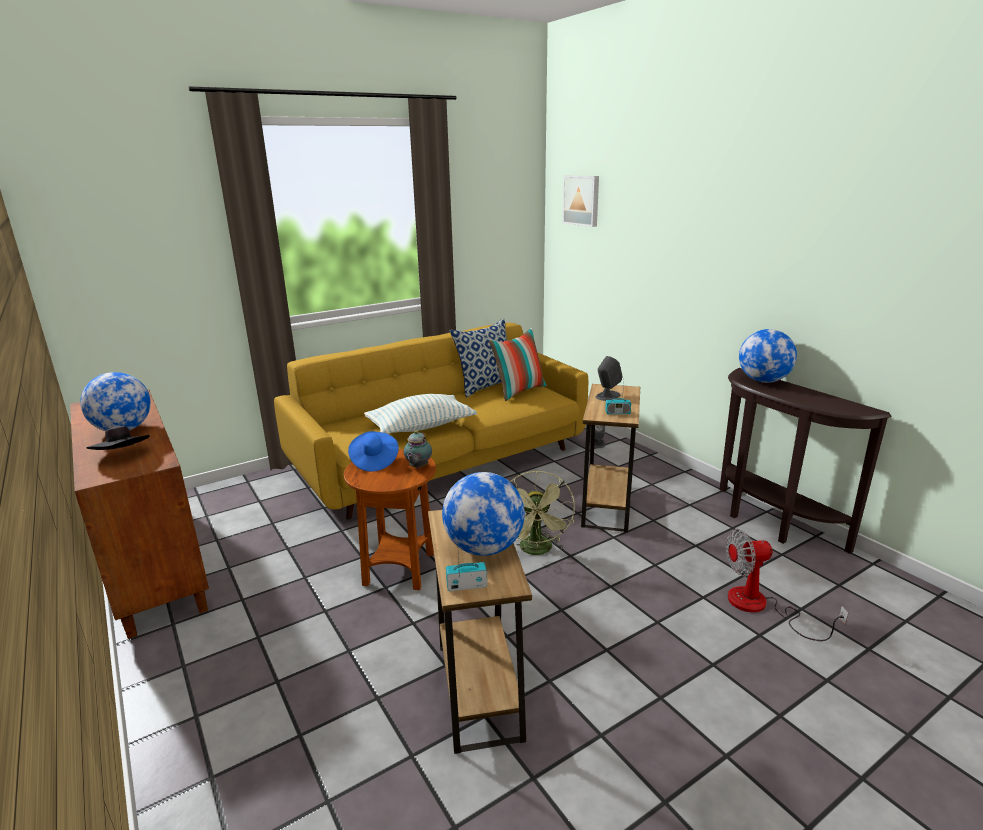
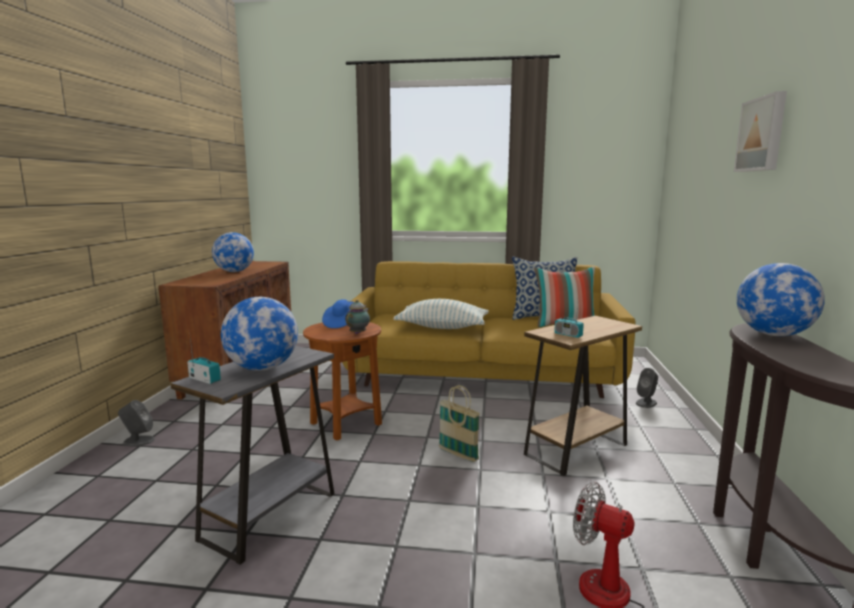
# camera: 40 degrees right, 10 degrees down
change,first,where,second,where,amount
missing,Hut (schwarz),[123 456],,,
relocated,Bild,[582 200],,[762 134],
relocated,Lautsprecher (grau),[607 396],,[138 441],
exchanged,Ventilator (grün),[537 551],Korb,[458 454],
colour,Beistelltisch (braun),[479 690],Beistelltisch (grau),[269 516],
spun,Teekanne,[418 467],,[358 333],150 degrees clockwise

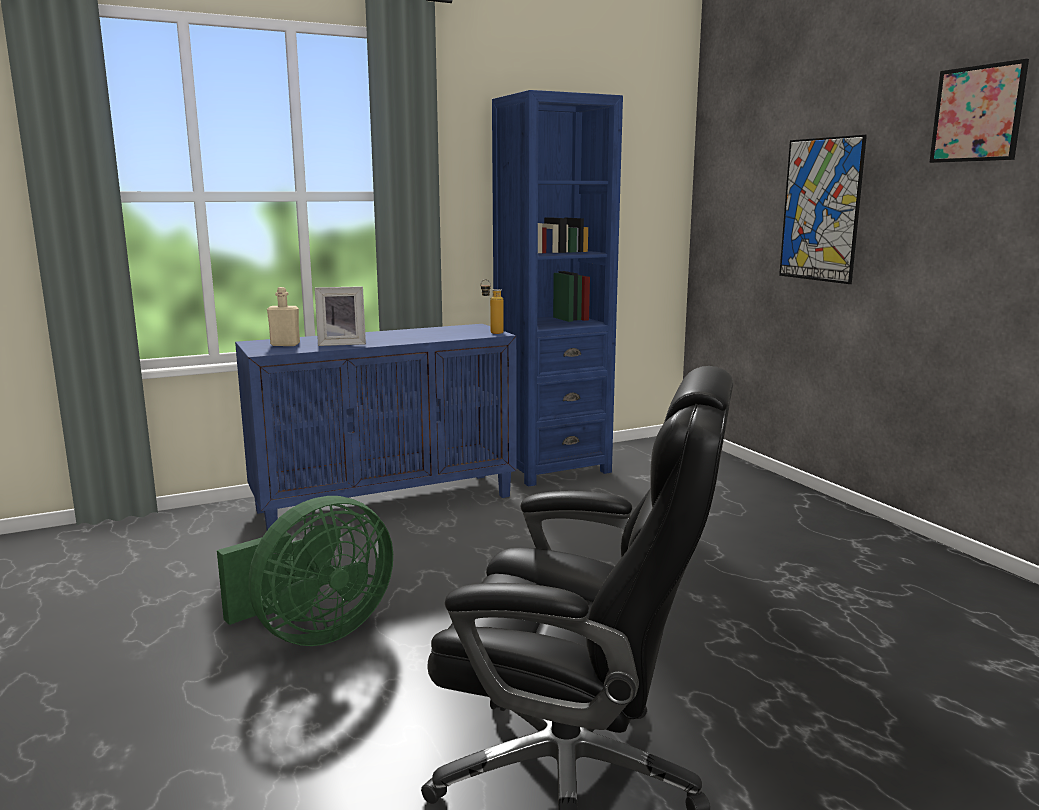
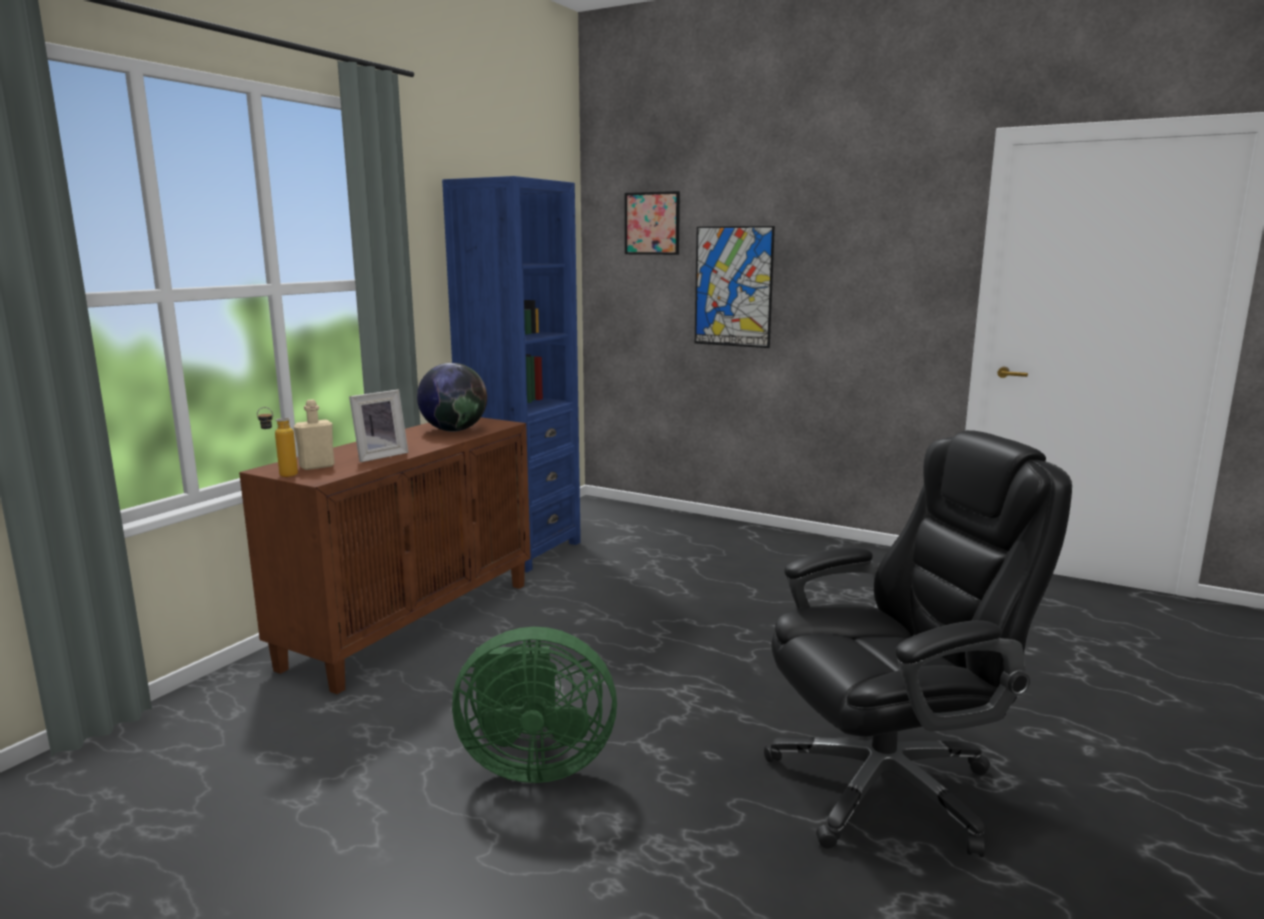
# camera: 35 degrees left, 0 degrees up
change,first,where,second,where,amount
appeared,,,Globus,[454 430],
relocated,Flasche,[492 332],,[281 475],
relocated,Bild,[977 114],,[652 223],
colour,Schrank (blau),[387 502],Schrank (braun),[412 622],
spun,Ventilator (grün),[313 632],,[533 764],75 degrees clockwise

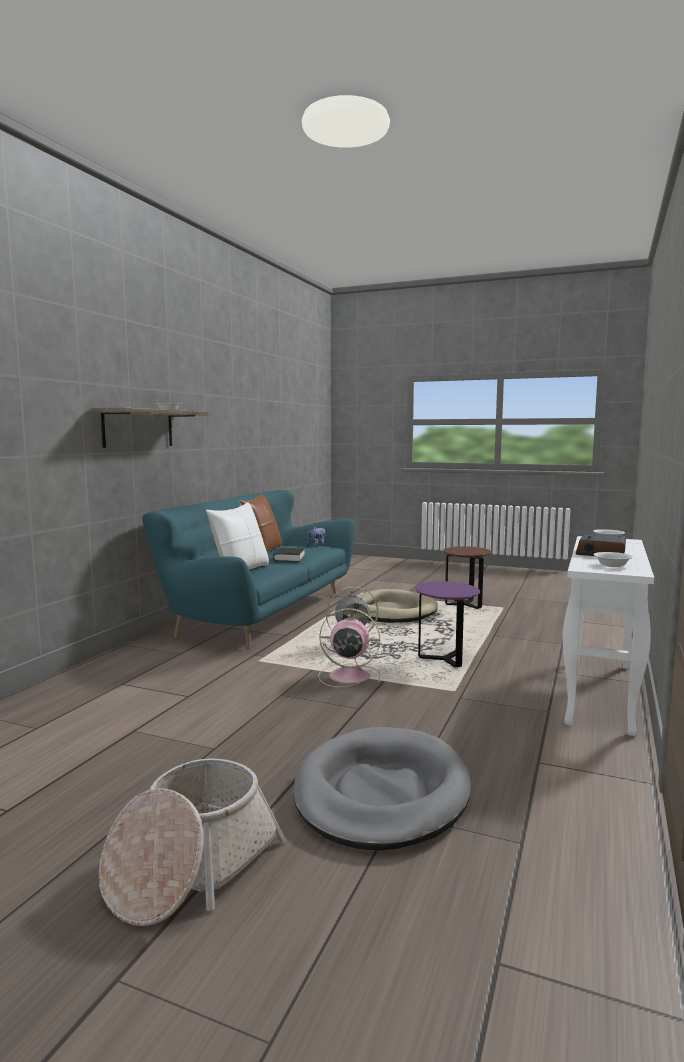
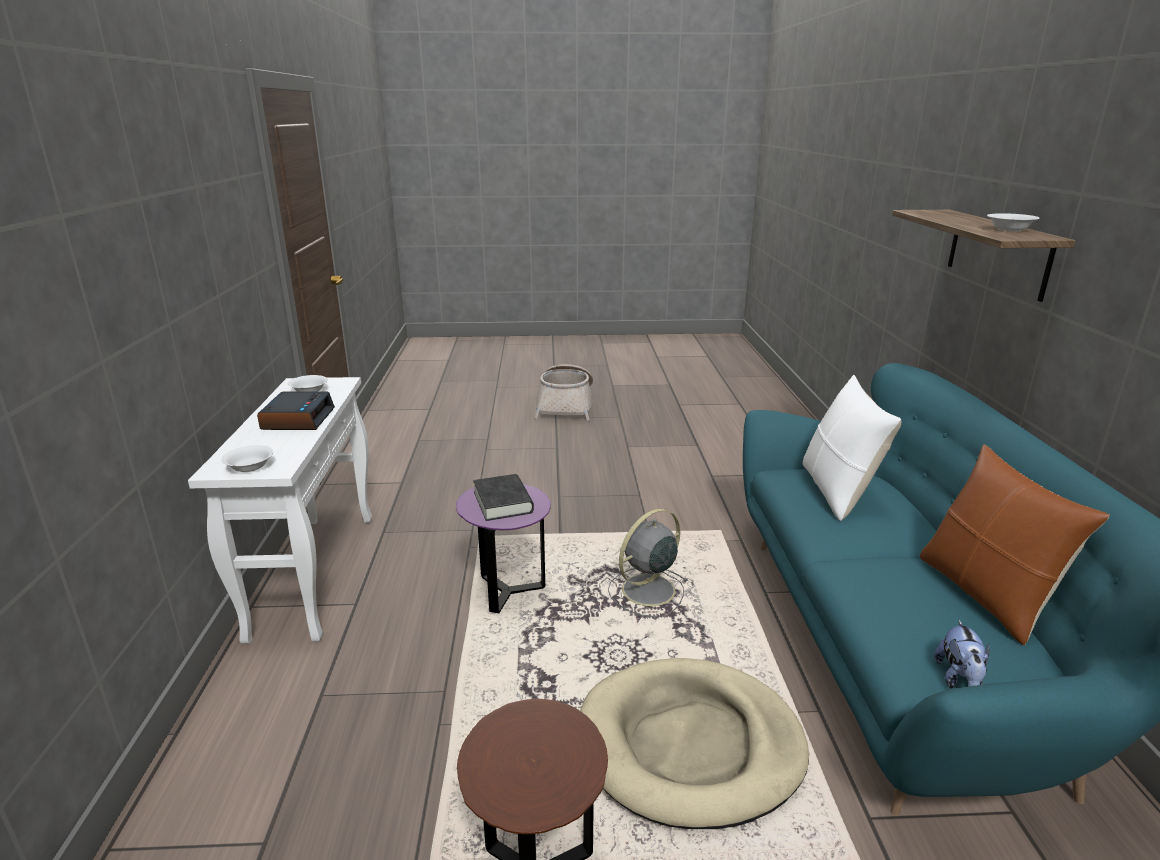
# camera: 155 degrees right, 15 degrees up
change,first,where,second,where,amount
missing,Hundebett (grau),[381 793],,,
missing,Ventilator (rosa),[347 675],,,
relocated,Buch (schwarz),[289 558],,[503 502],

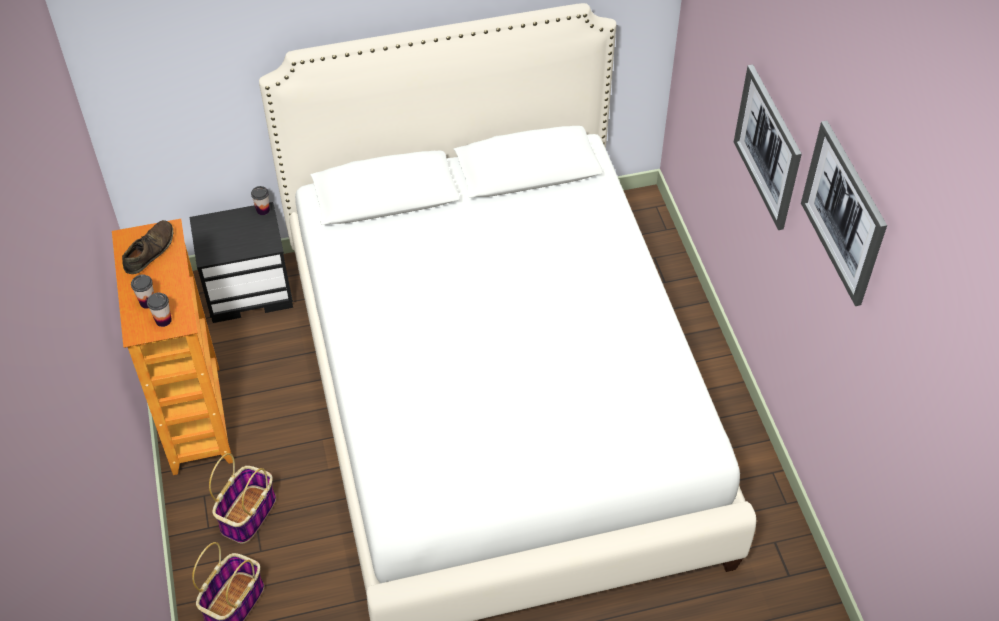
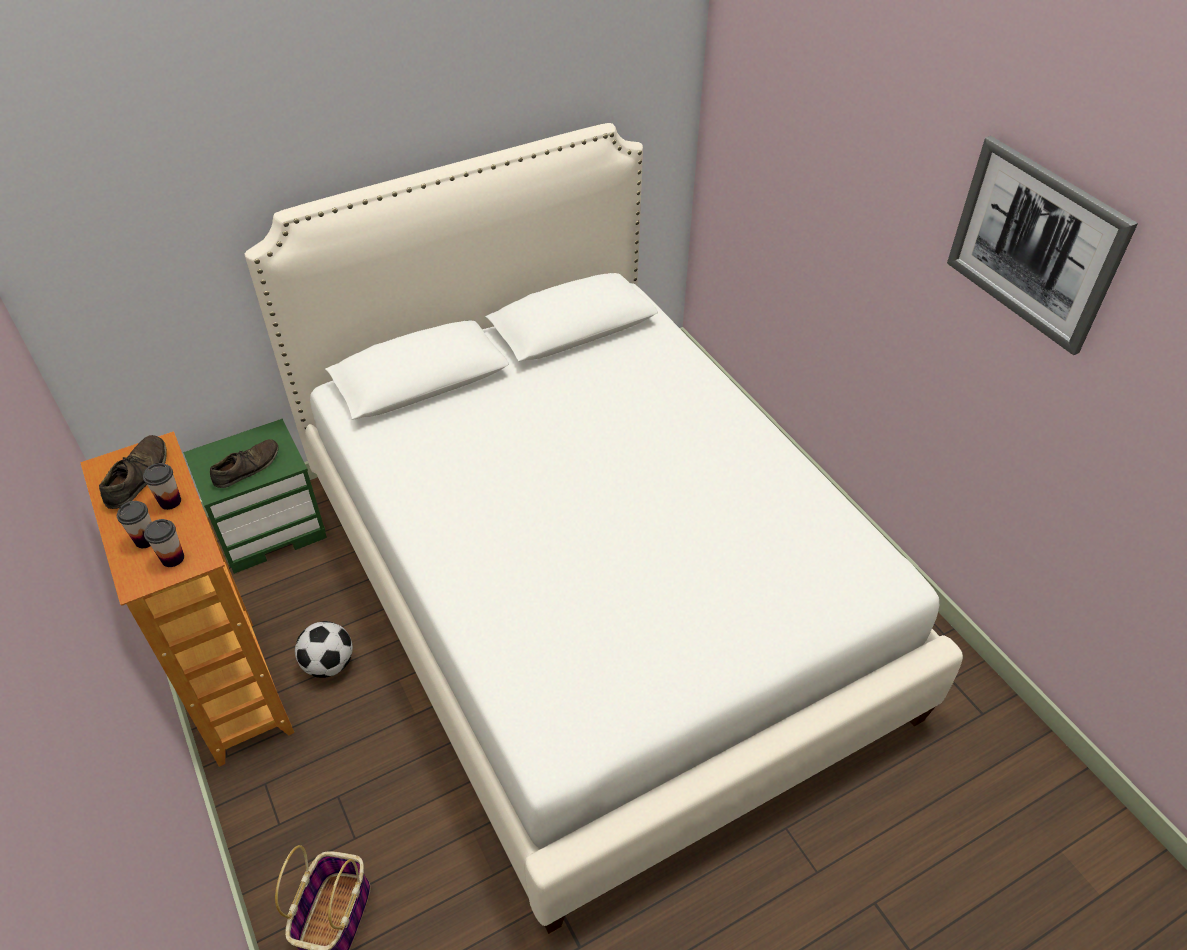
# camera: 15 degrees left, 5 degrees down
change,first,where,second,where,amount
missing,Korb,[248 513],,,
missing,Bild,[768 147],,,
appeared,,,Schuh (braun),[247 468],
appeared,,,Fußball,[329 664],
relocated,Tasse,[263 210],,[170 501],
colour,Nachttisch (schwarz),[249 289],Nachttisch (grün),[270 528],

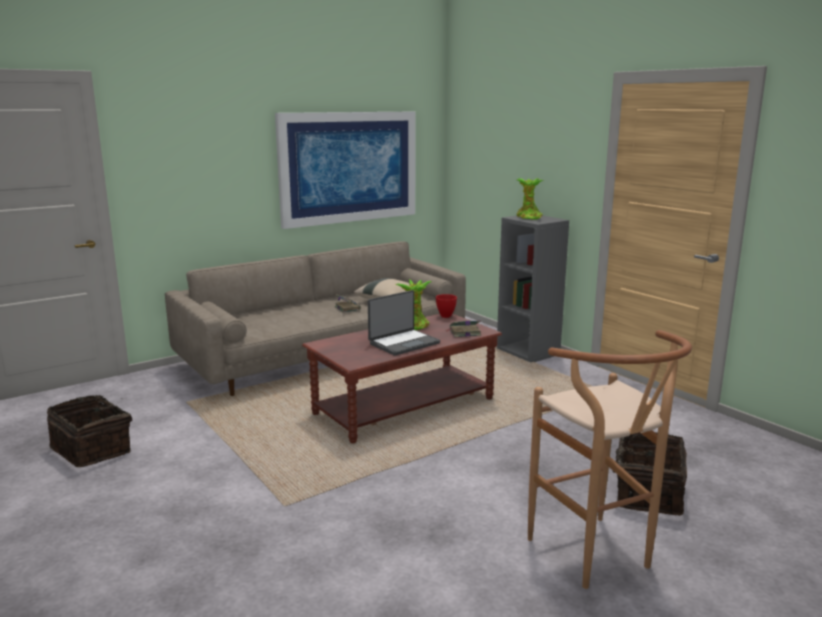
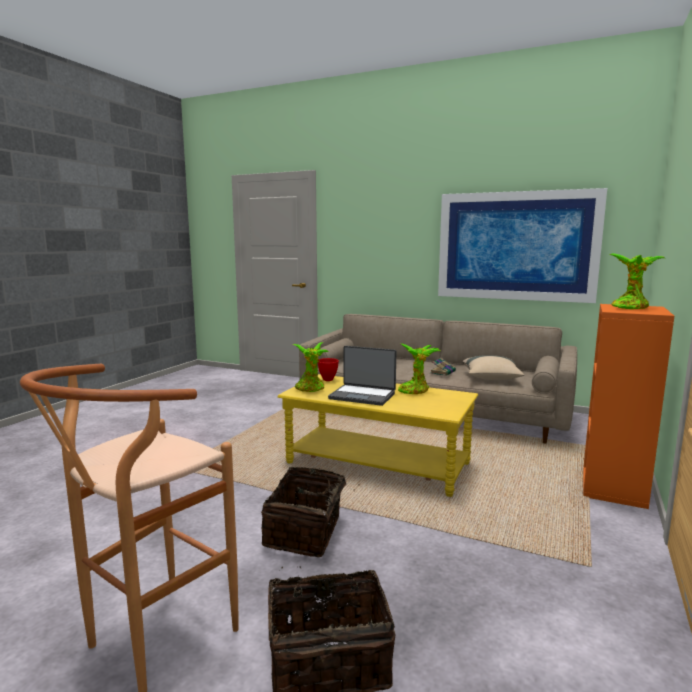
# camera: 60 degrees right, 5 degrees down
change,first,where,second,where,amount
missing,Buch,[464 332],,,
appeared,,,Topfpflanze,[310 389],
relocated,Korb,[93 449],,[306 532],
relocated,Schüssel (rot),[445 316],,[327 379],
colour,Couchtisch (braun),[405 406],Couchtisch (gelb),[377 464],
colour,Bücherregal (grau),[529 352],Bücherregal (orange),[614 488],

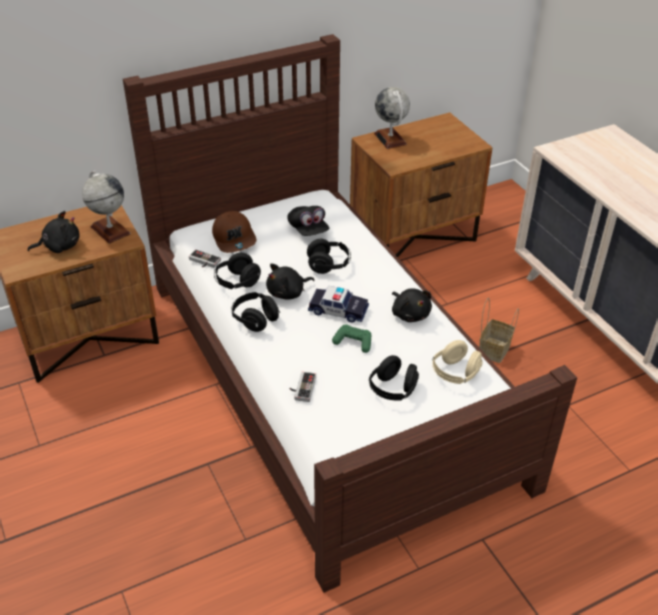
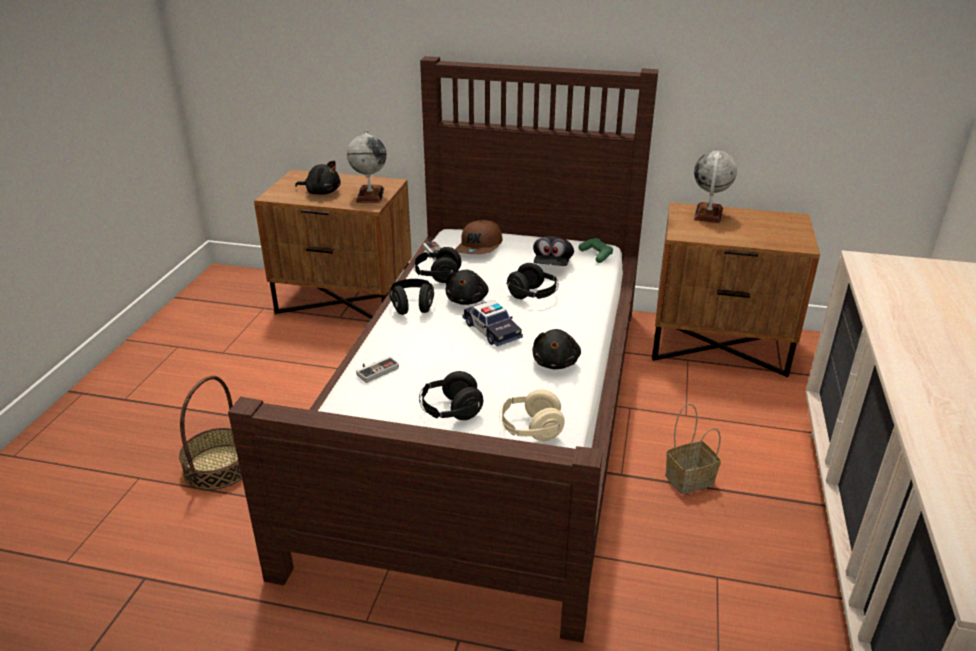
# camera: 40 degrees right, 10 degrees down
change,first,where,second,where,amount
appeared,,,Korb,[218 467],
relocated,Gamepad (grün),[353 342],,[596 255],
spun,Plüschtier (schwarz),[288 293],,[467 300],90 degrees counterclockwise

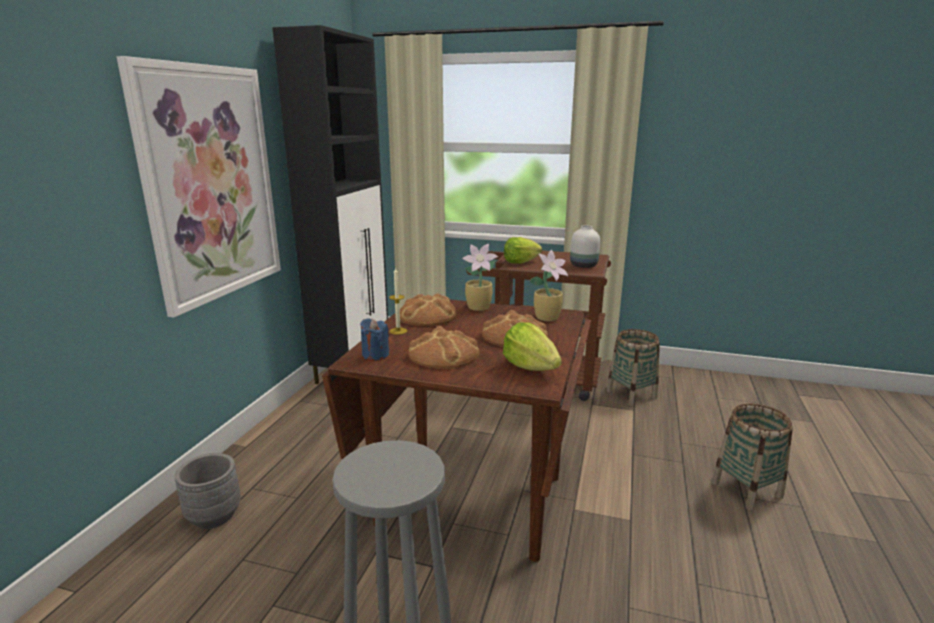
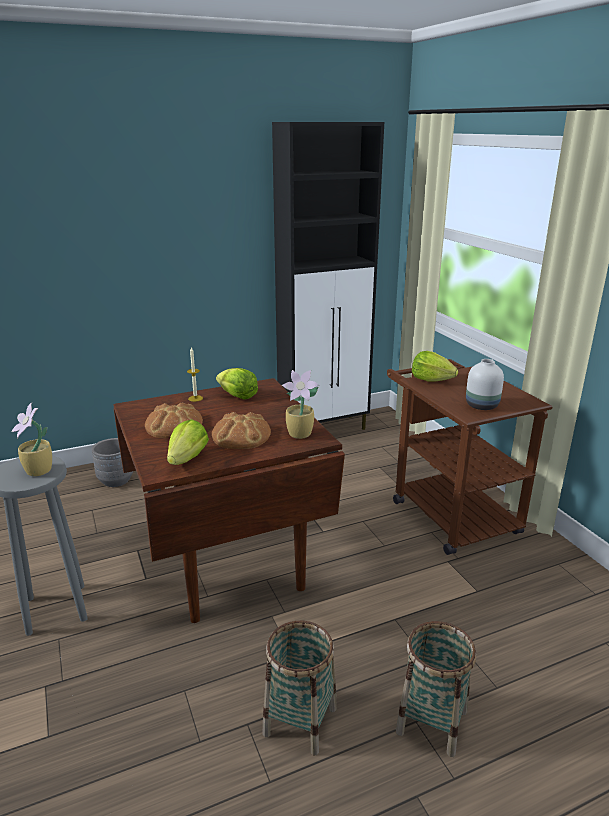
# camera: 50 degrees right, 5 degrees up
change,first,where,second,where,amount
missing,Bild,[211 184],,,
missing,Kerze (blau),[375 355],,,
relocated,Topfpflanze,[479 308],,[39 471],
relocated,Korb,[631 394],,[300 721],
exchanged,Brot,[428 316],Salatkopf,[237 396],

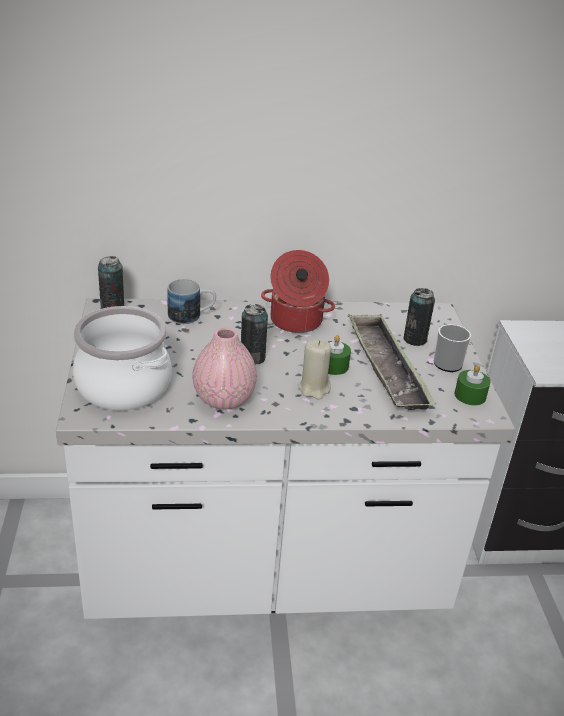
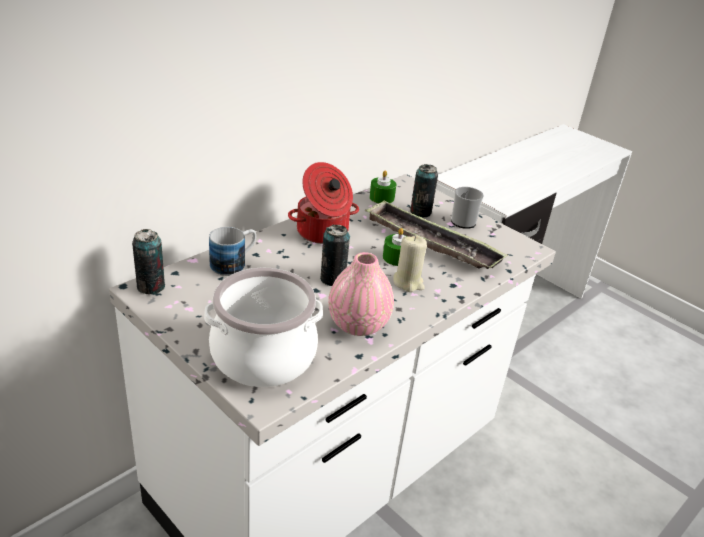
# camera: 40 degrees left, 0 degrees up
change,first,where,second,where,amount
relocated,Kerze (grün),[470 395],,[381 198],

